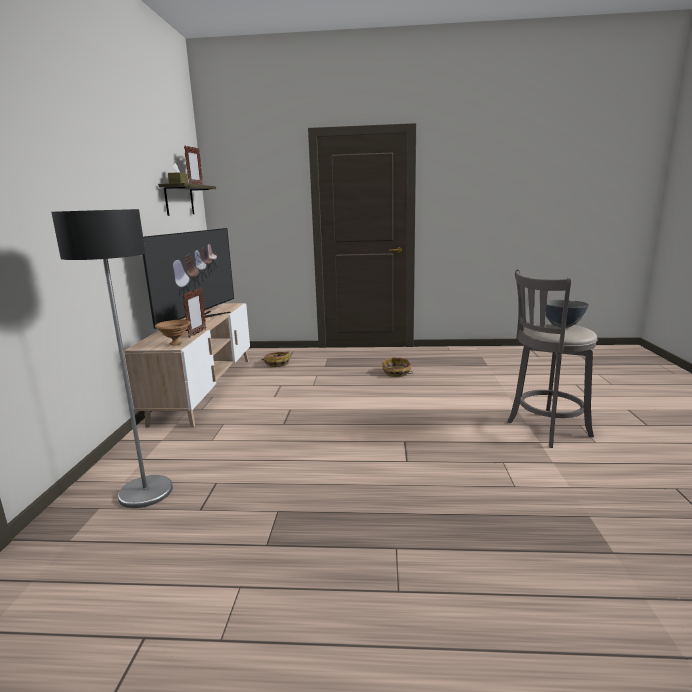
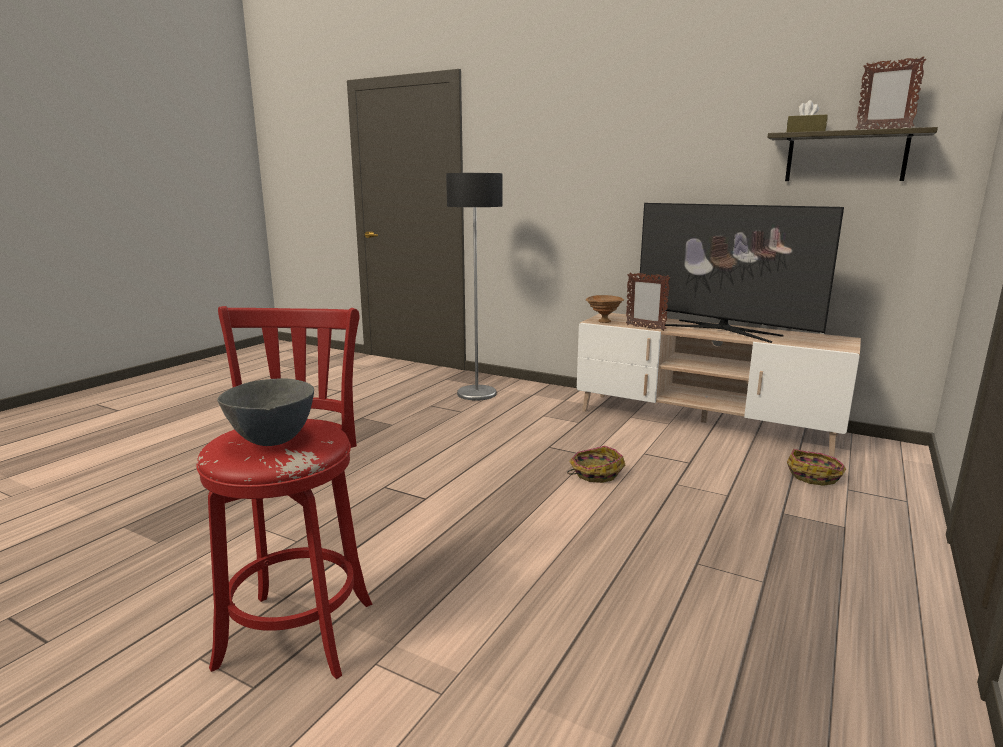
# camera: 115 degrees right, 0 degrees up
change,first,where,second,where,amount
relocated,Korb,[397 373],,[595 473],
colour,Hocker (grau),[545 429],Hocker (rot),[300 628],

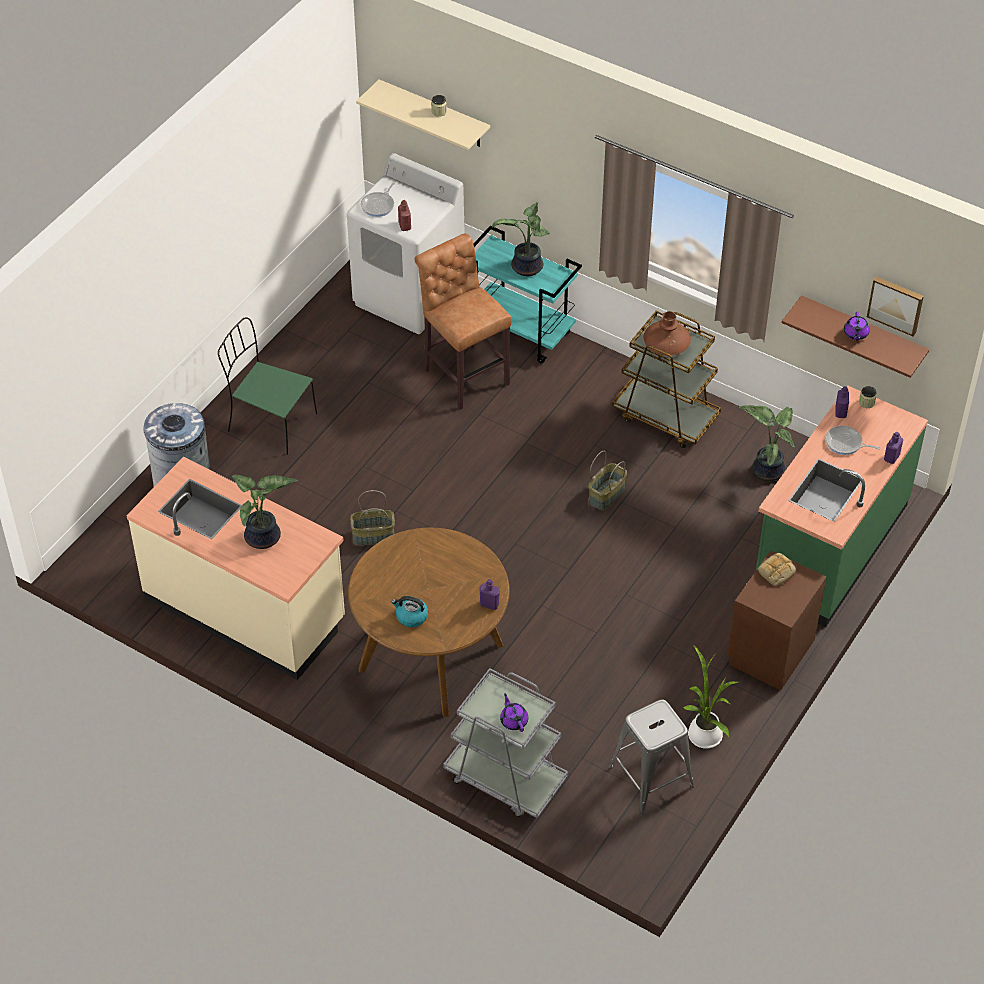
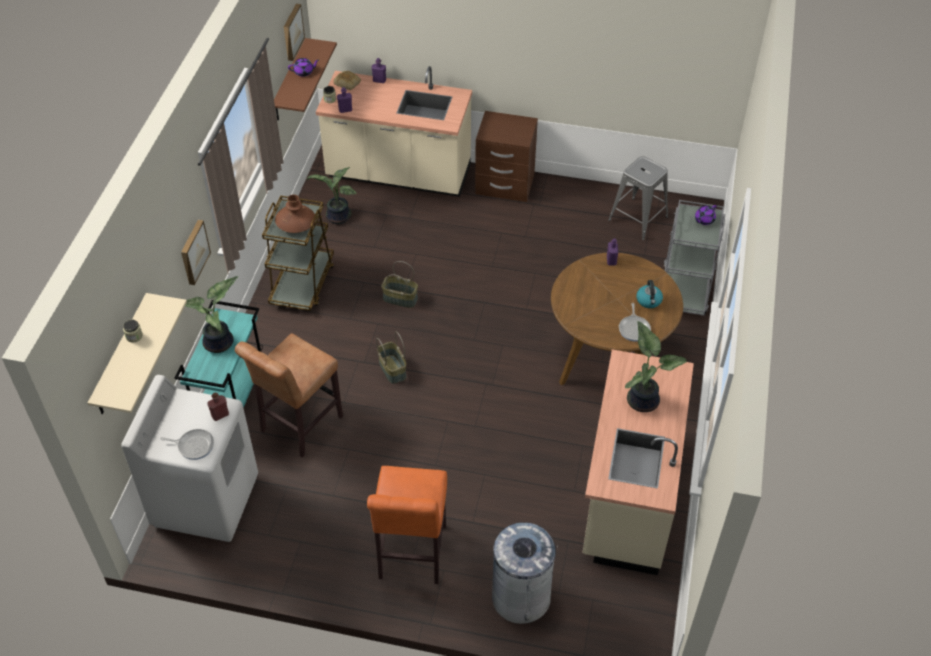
# camera: 110 degrees left, 0 degrees up
change,first,where,second,where,amount
missing,Topfpflanze,[704 733],,,
appeared,,,Bild,[193 252],
relocated,Korb,[373 536],,[393 369],
relocated,Brot,[776 572],,[348 82],
relocated,Pfanne,[845 443],,[634 328],
exchanged,Stuhl (grün),[270 422],Hocker (orange),[411 556],
colour,Küchenzeile (grün),[829 547],Küchenzeile (beige),[398 174],

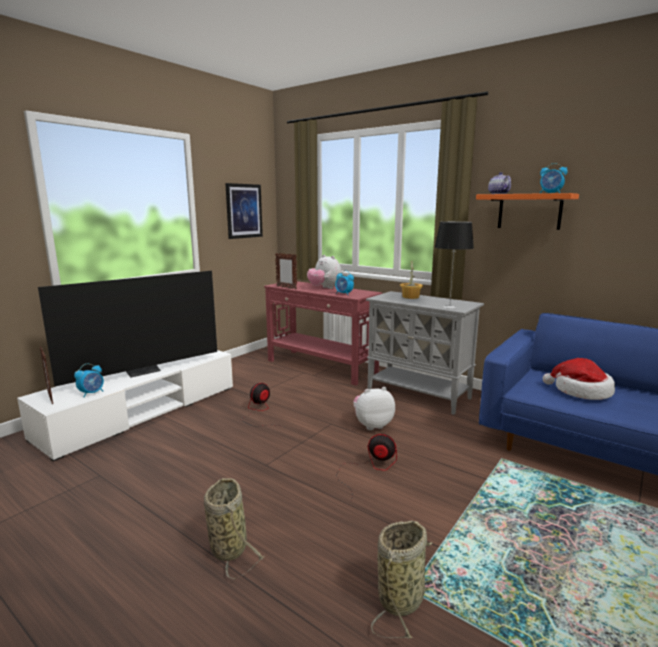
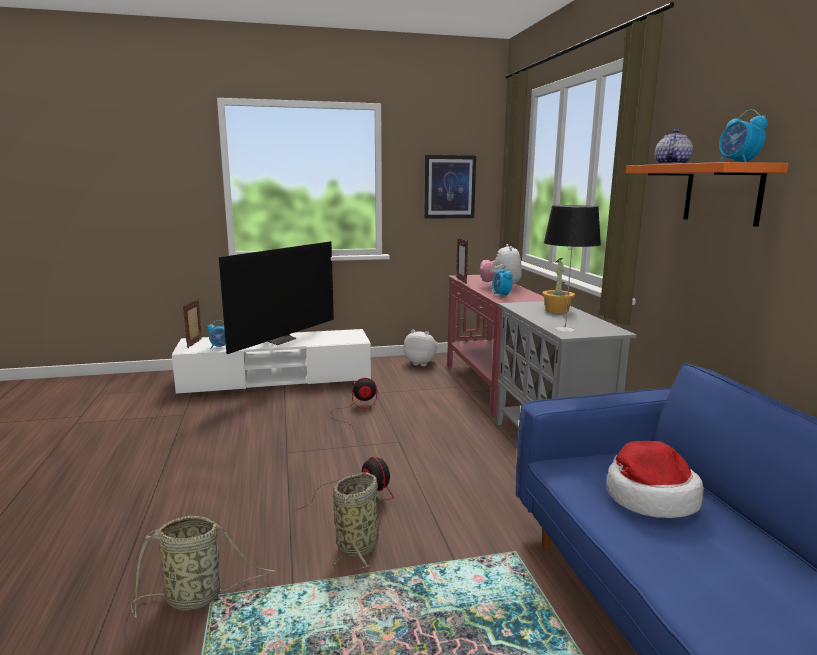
# camera: 40 degrees right, 0 degrees up
change,first,where,second,where,amount
relocated,Korb,[228 546],,[359 544],
relocated,Plüschtier,[372 425],,[421 363],
spun,Fernseher,[143 371],,[280 340],60 degrees counterclockwise

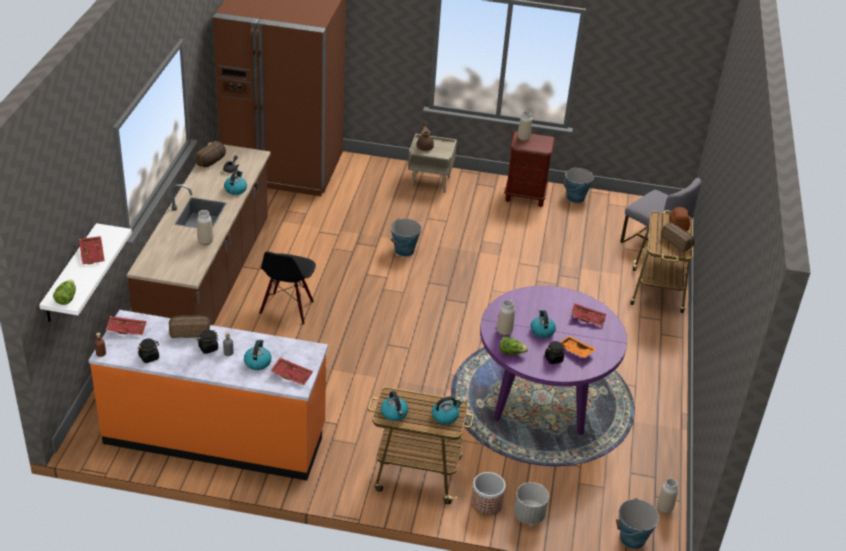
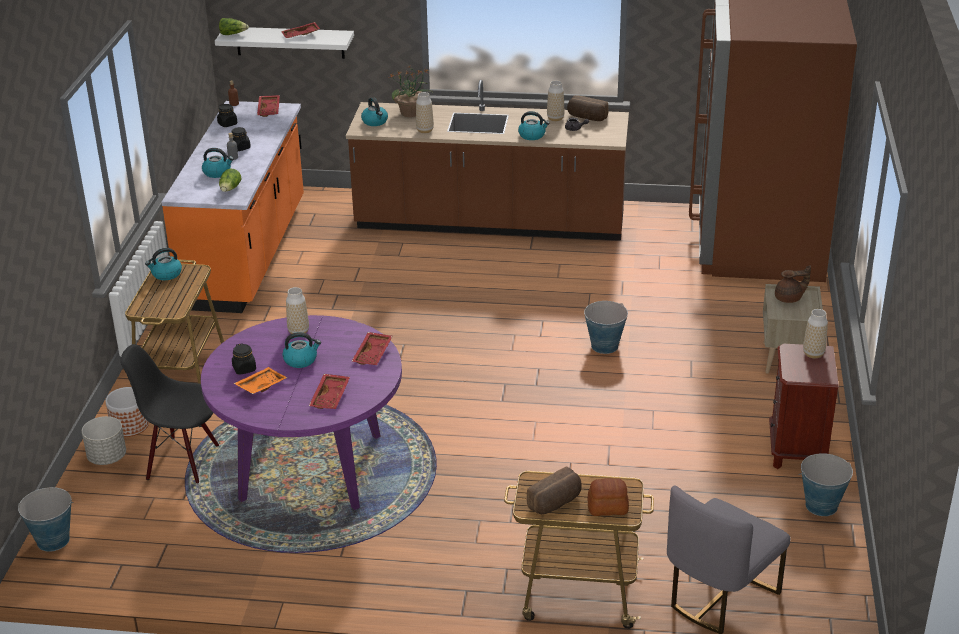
# camera: 90 degrees right, 5 degrees down
change,first,where,second,where,amount
missing,Brot,[190 332],,,
appeared,,,Topfpflanze,[411 113],
relocated,Stuhl (schwarz),[287 308],,[183 461],
relocated,Tablett (rot),[292 375],,[373 354],
relocated,Wasserkessel,[445 416],,[375 122],
relocated,Salatkopf,[511 352],,[230 189],
relocated,Vase,[664 508],,[555 118],

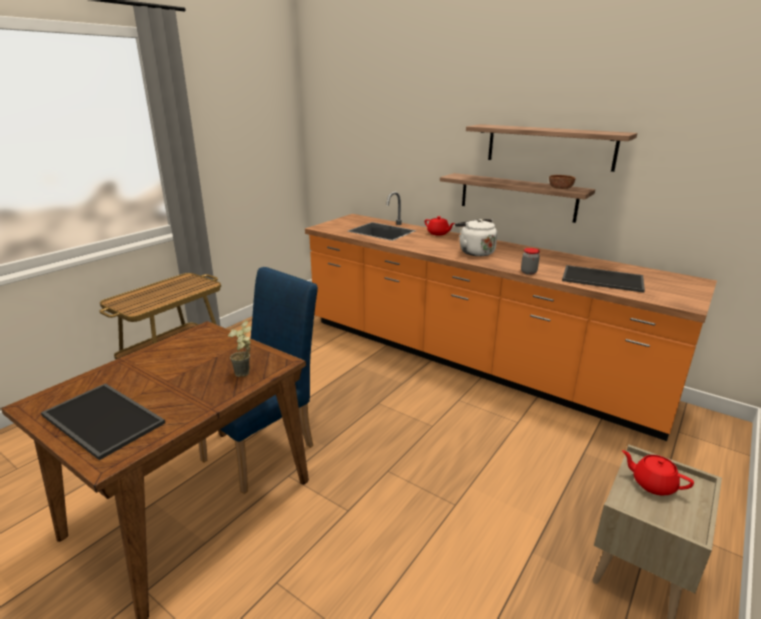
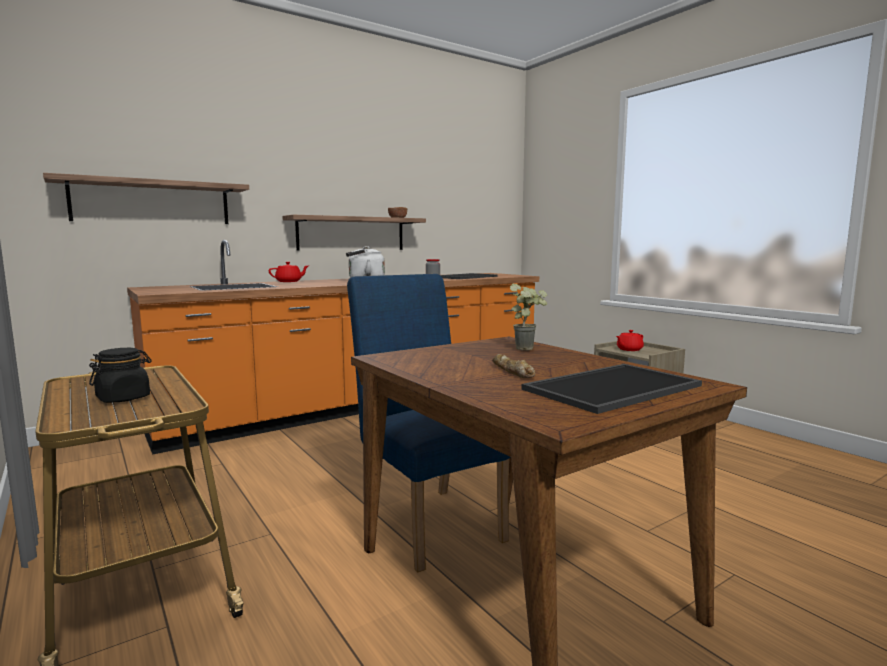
# camera: 70 degrees left, 15 degrees down
change,first,where,second,where,amount
appeared,,,Vorratsglas (schwarz),[123 398],
appeared,,,Brot,[511 371],
relocated,Wandregal,[549 147],,[152 202],

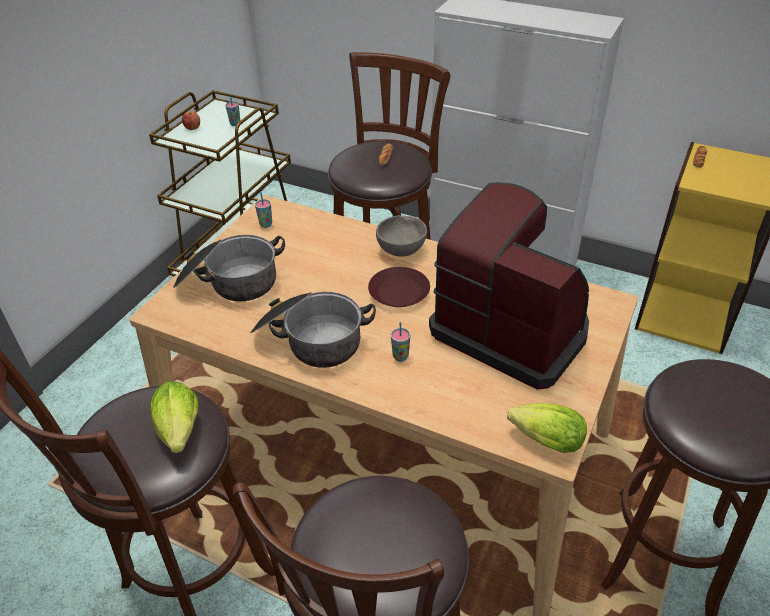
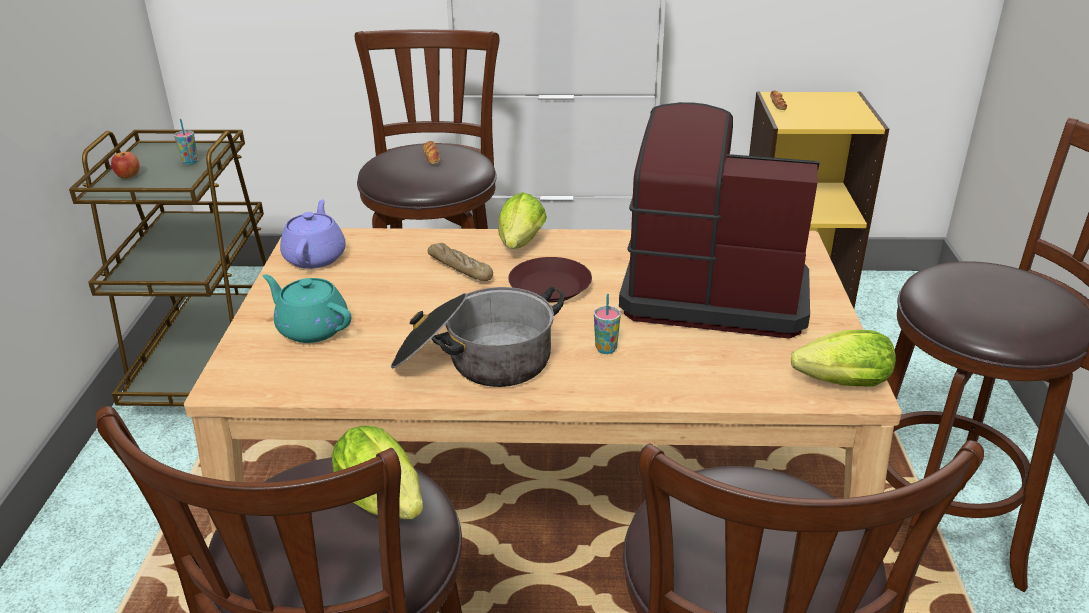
# camera: 25 degrees left, 10 degrees down
change,first,where,second,where,amount
appeared,,,Brot,[460 269],
exchanged,Kochtopf,[229 283],Teekanne (türkis),[311 328],
exchanged,Tasse,[266 224],Teekanne (lila),[315 257],
exchanged,Schüssel (grau),[402 250],Salatkopf,[520 246],

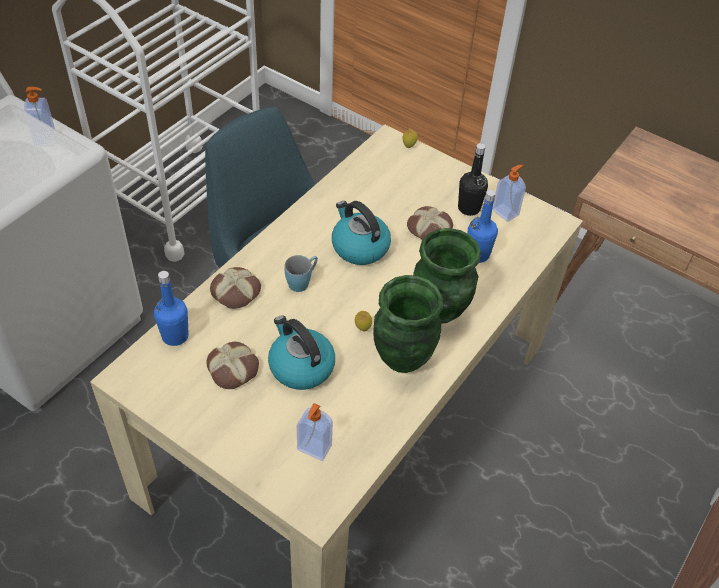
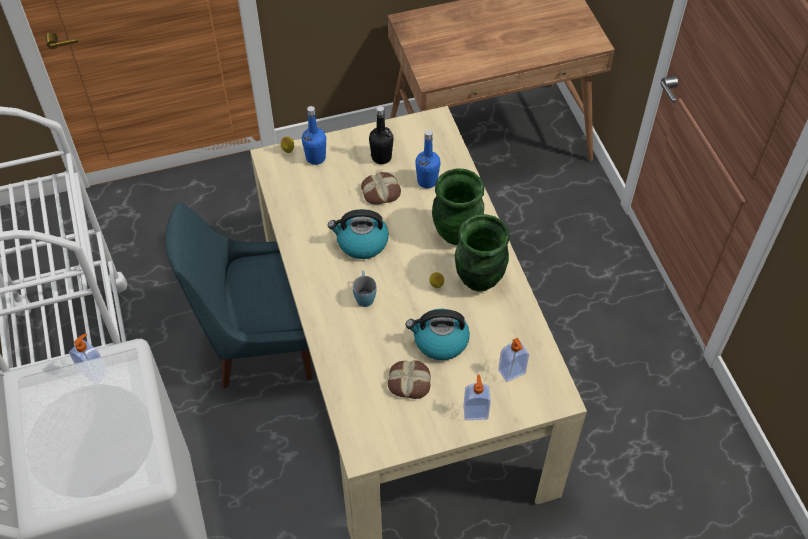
# camera: 50 degrees left, 5 degrees up
change,first,where,second,where,amount
missing,Brot,[236 292],,,
relocated,Flasche (blau),[175 336],,[315 157],
relocated,Seifenspender,[506 212],,[475 411],

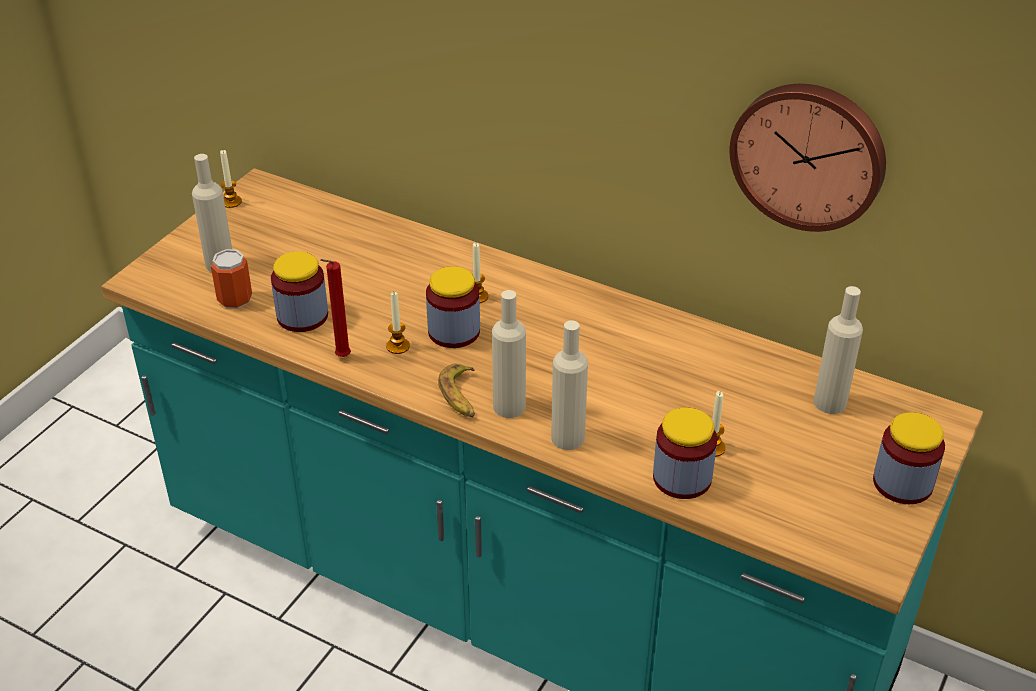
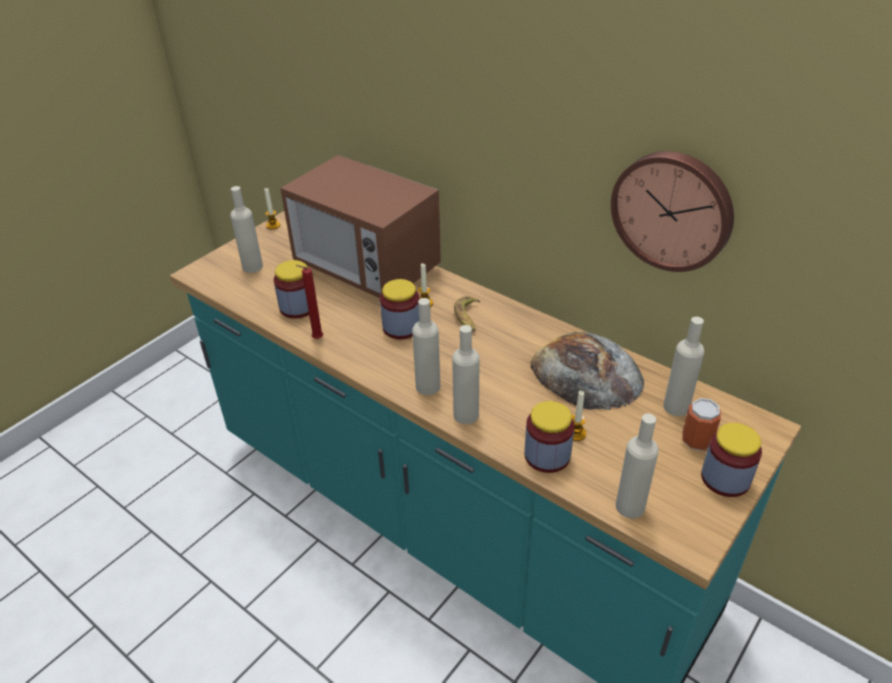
# camera: 10 degrees right, 0 degrees up
change,first,where,second,where,amount
missing,Kerze,[398 346],,,
appeared,,,Mikrowelle,[366 268],
appeared,,,Brot,[586 373],
appeared,,,Flasche (beige),[630 506],
relocated,Dose,[235 299],,[696 440],
relocated,Banane,[461 396],,[468 318],

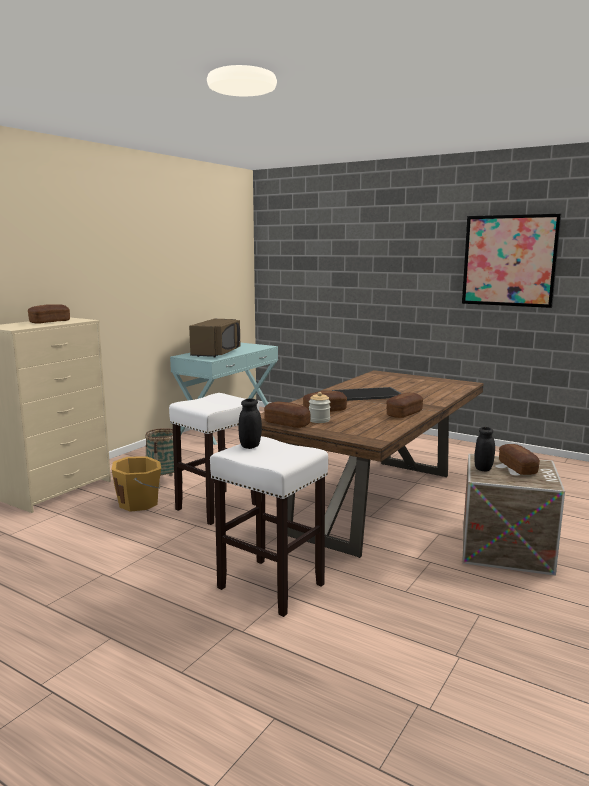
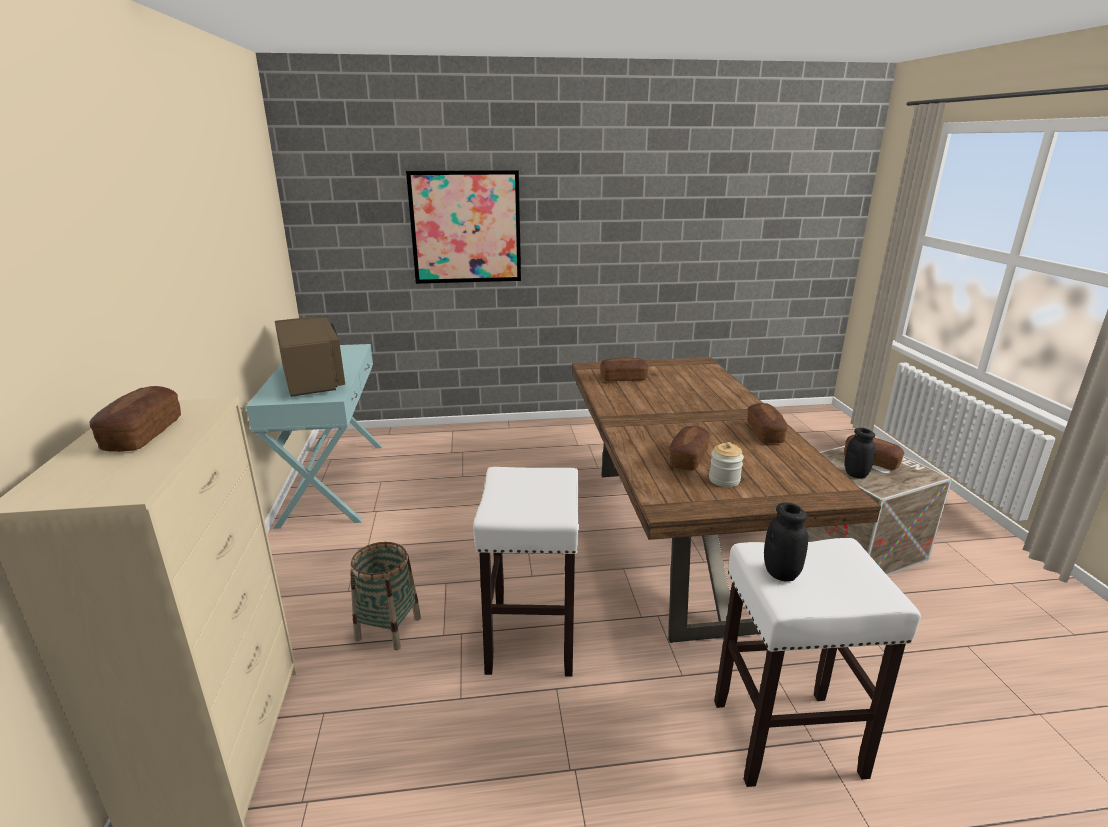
# camera: 40 degrees left, 10 degrees up
change,first,where,second,where,amount
missing,Eimer (orange),[139 503],,,
missing,Tablett,[368 394],,,
relocated,Brot,[287 423],,[623 378],
relocated,Bild,[509 260],,[466 227],

